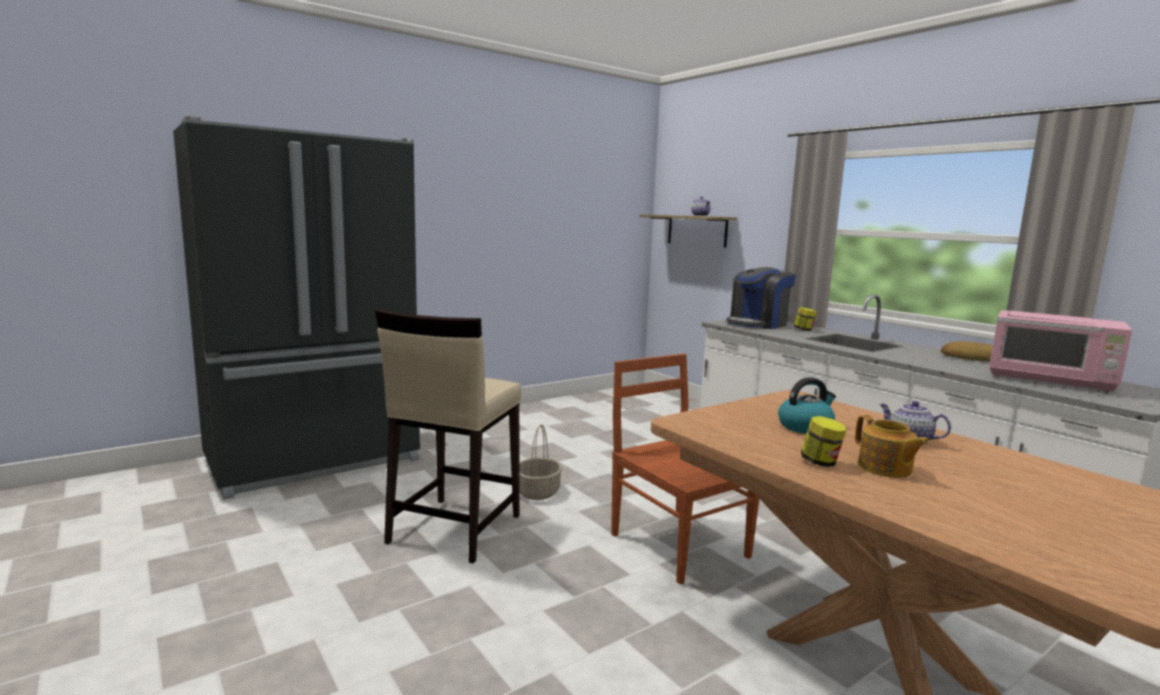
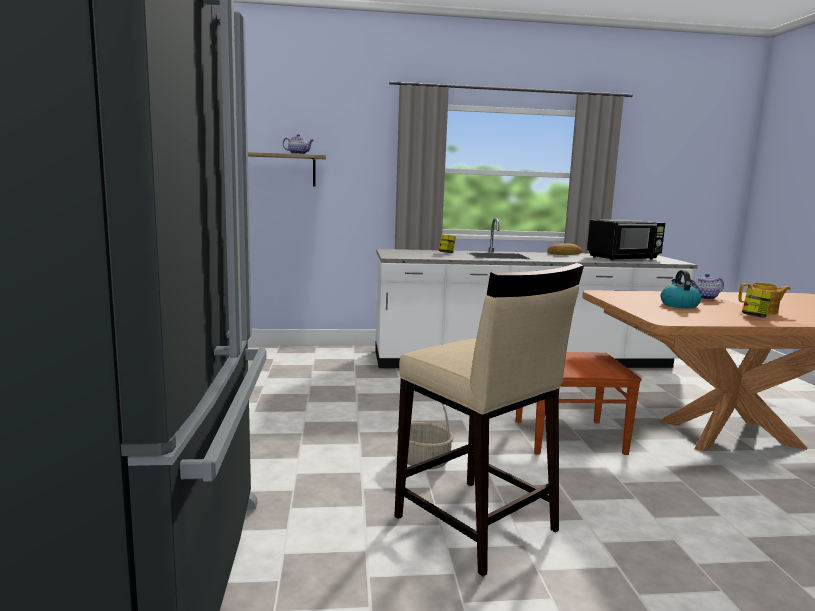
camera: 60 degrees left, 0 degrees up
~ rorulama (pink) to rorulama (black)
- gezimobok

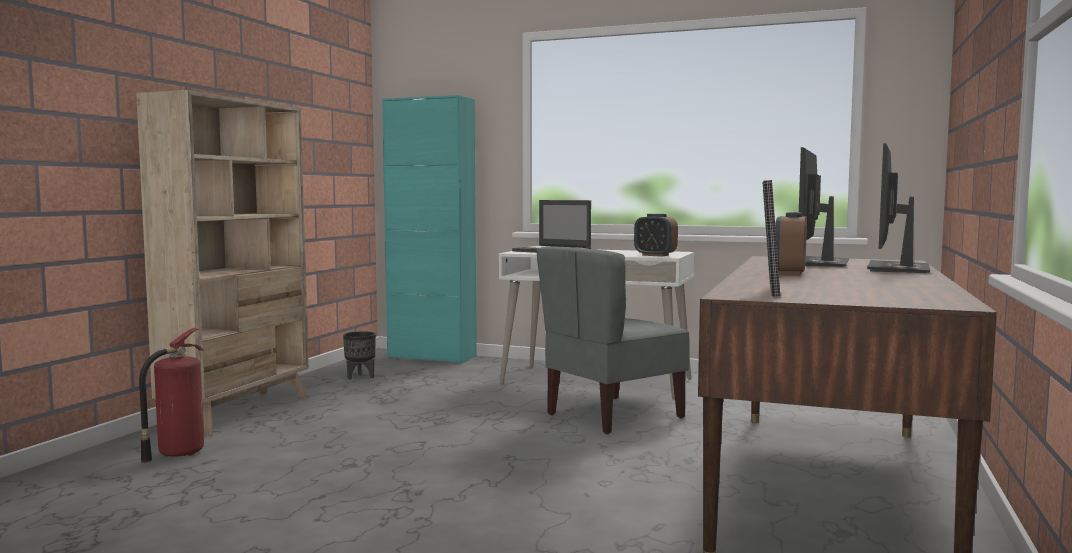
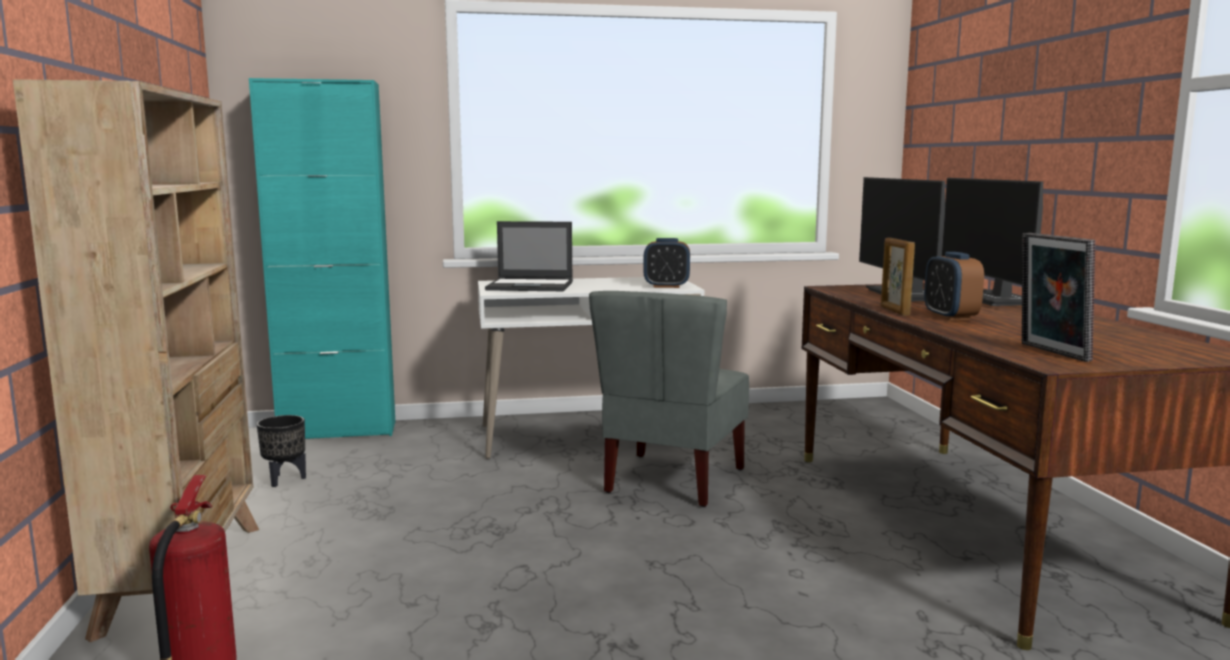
camera: 30 degrees left, 5 degrees up
+ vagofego (1st from left)

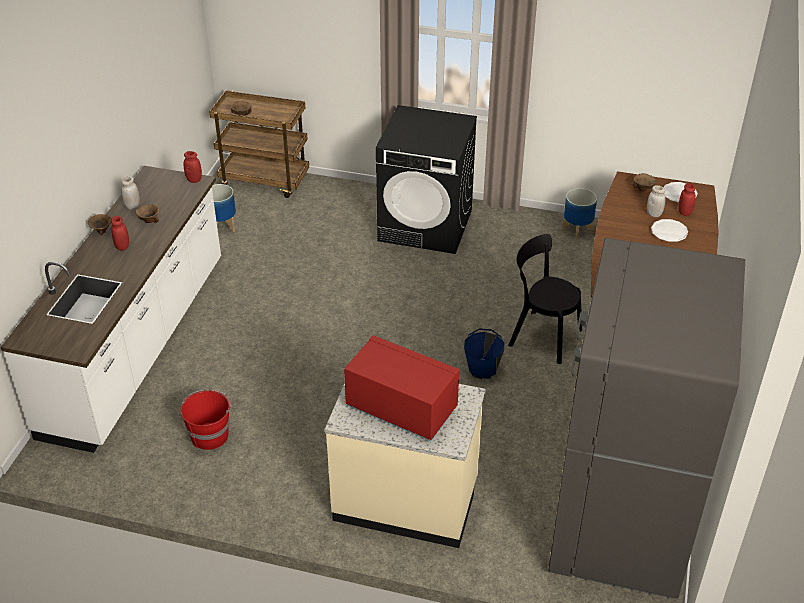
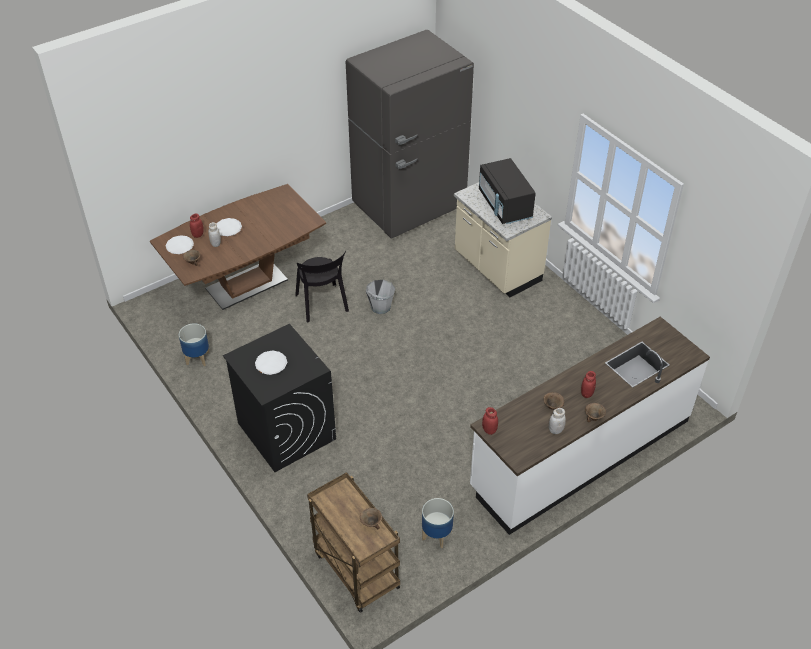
camera: 140 degrees left, 5 degrees up
+ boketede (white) (3rd from left)
~ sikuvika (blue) to sikuvika (grey)
~ rorulama (red) to rorulama (black)
- sikuvika (red)

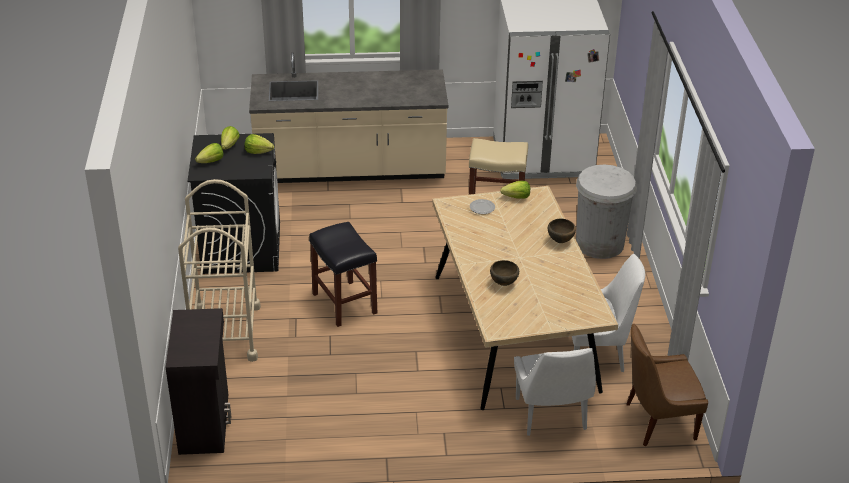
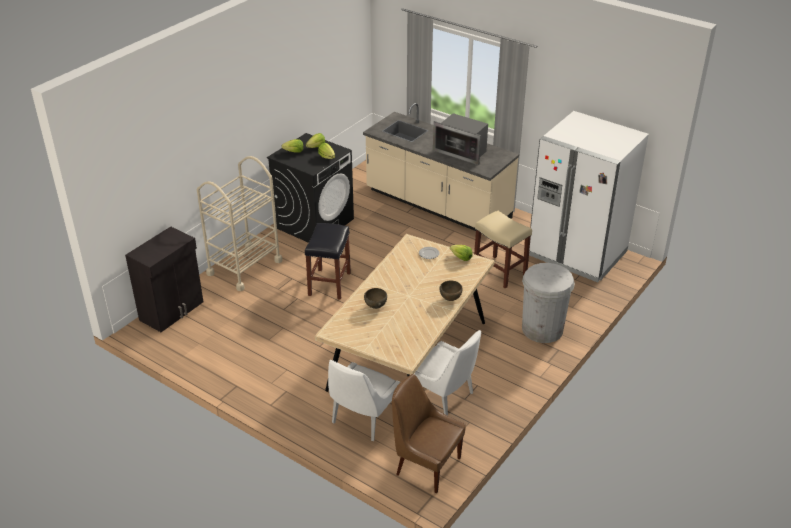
camera: 40 degrees right, 0 degrees up
+ rorulama

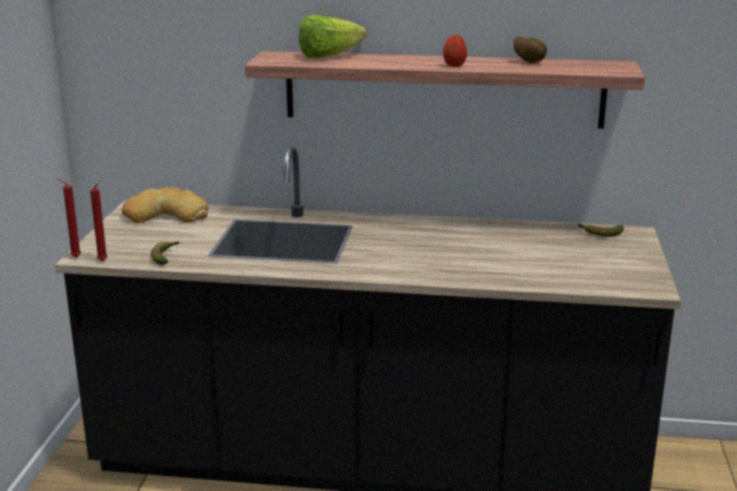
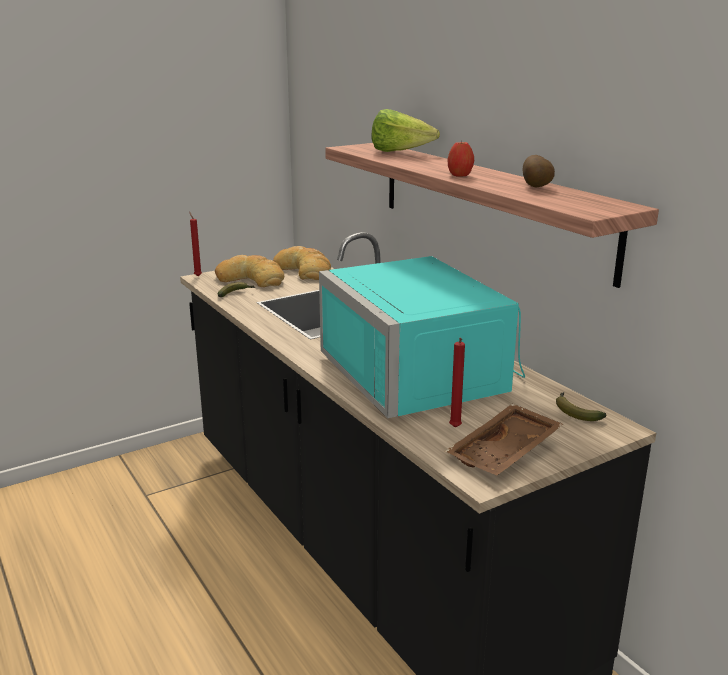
camera: 50 degrees right, 0 degrees up
+ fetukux (1st from left)
+ rorulama (turquoise)
+ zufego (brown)
~ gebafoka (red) (2nd from left)

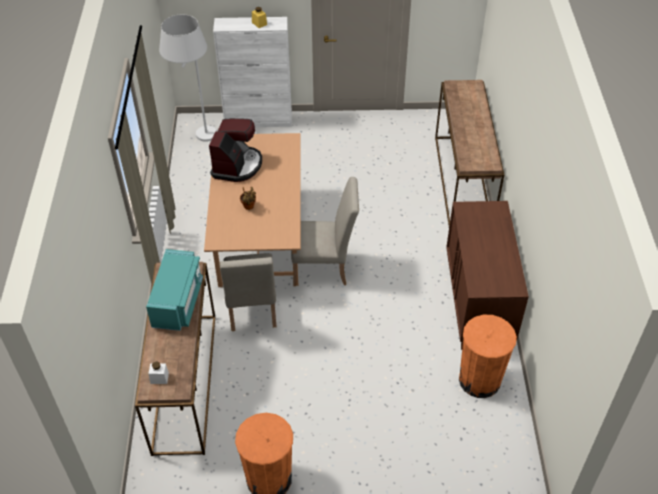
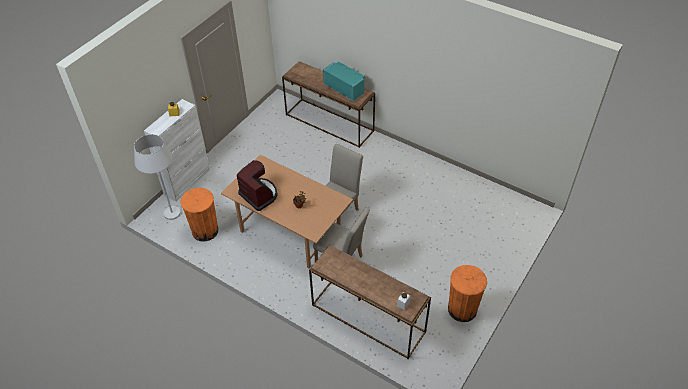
camera: 55 degrees left, 0 degrees up
~ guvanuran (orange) (2nd from left in the first image) to guvanuran (orange) (1st from left)
~ rorulama (turquoise)
- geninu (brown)

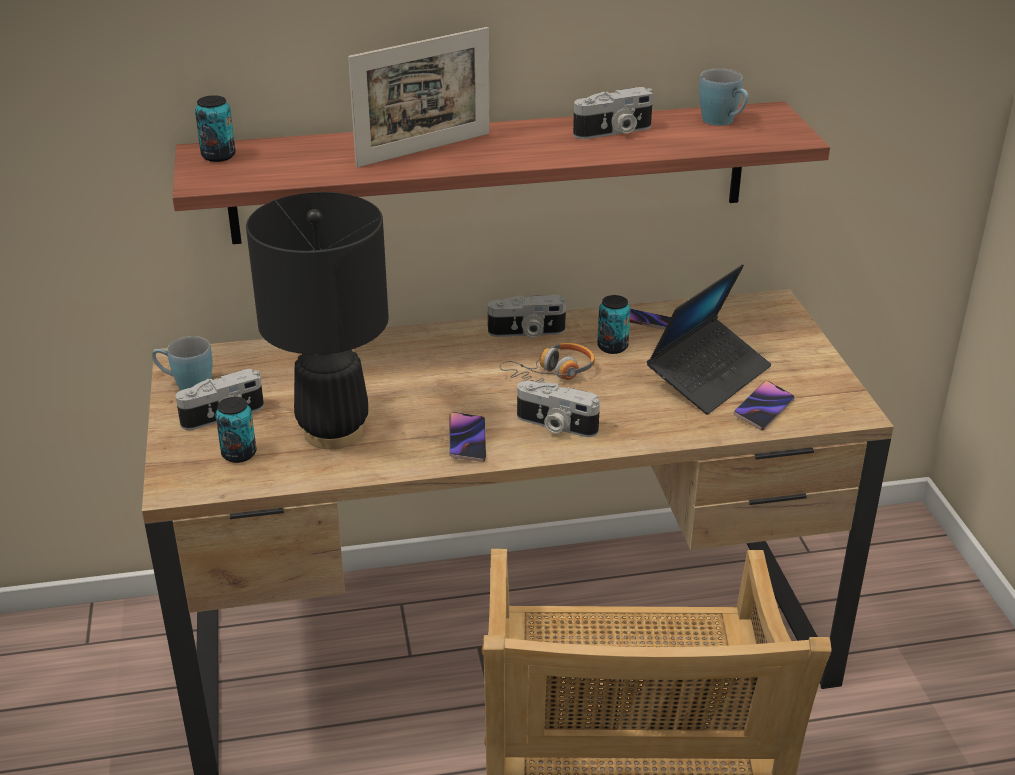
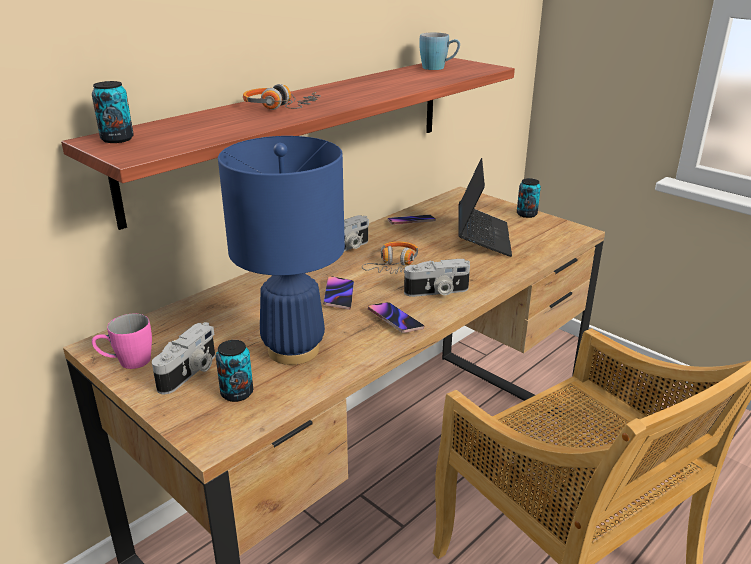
camera: 35 degrees left, 5 degrees down
~ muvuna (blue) (1st from left) to muvuna (pink)
~ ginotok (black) to ginotok (blue)
~ vagofego to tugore (1st from left)
~ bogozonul (3rd from left in the first image) to bogozonul (1st from left)
~ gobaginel (3rd from left)
- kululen (4th from left)

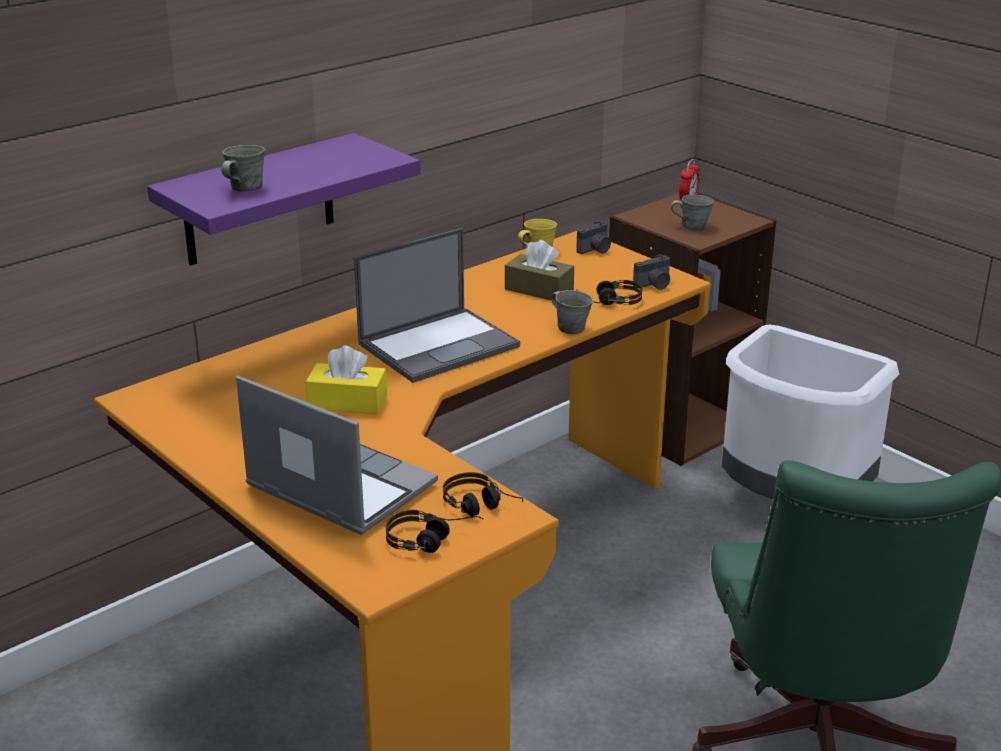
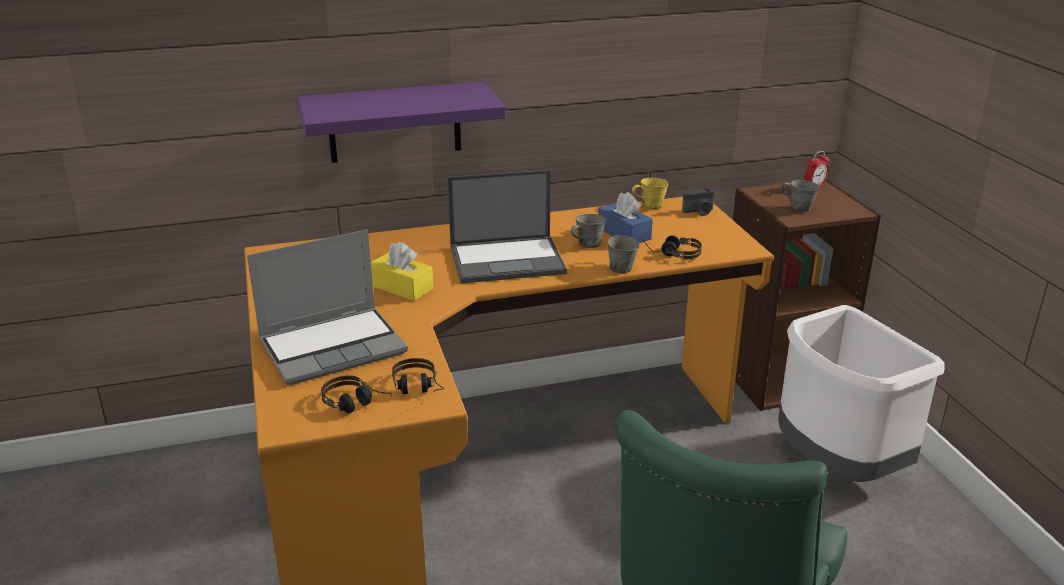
camera: 25 degrees right, 0 degrees up
~ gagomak (1st from left) 90 degrees clockwise
~ muvuna (grey) (1st from left)
~ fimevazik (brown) to fimevazik (blue)
- kululen (2nd from left)

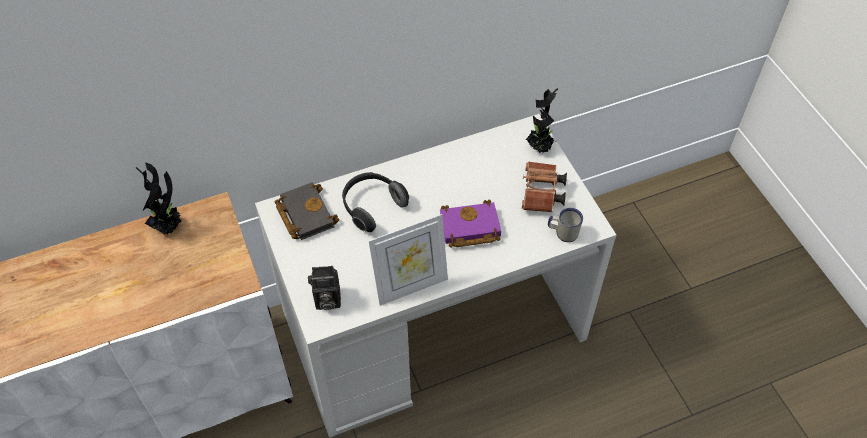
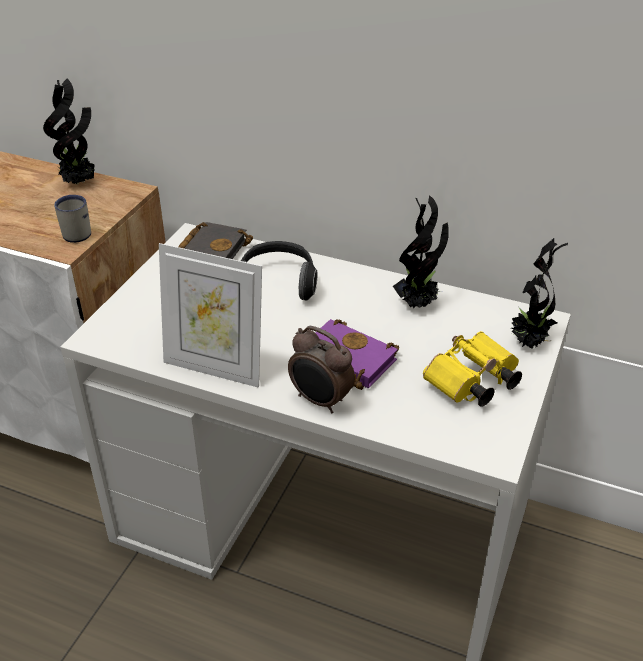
camera: 45 degrees right, 15 degrees down
~ muvuna (white)
+ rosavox
+ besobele (2nd from left)
~ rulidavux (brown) to rulidavux (yellow)
- kululen

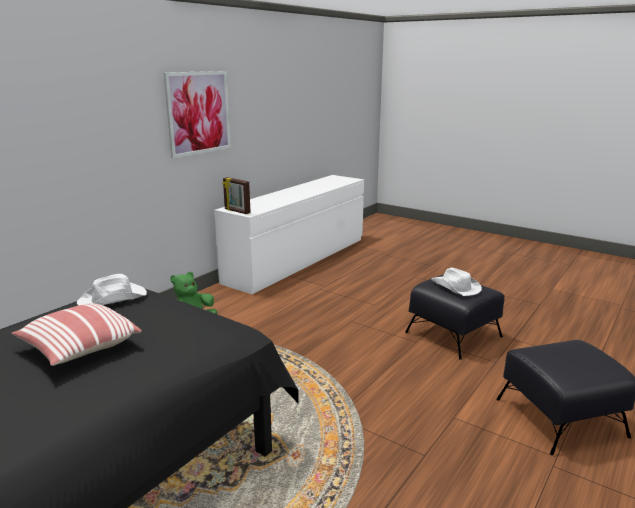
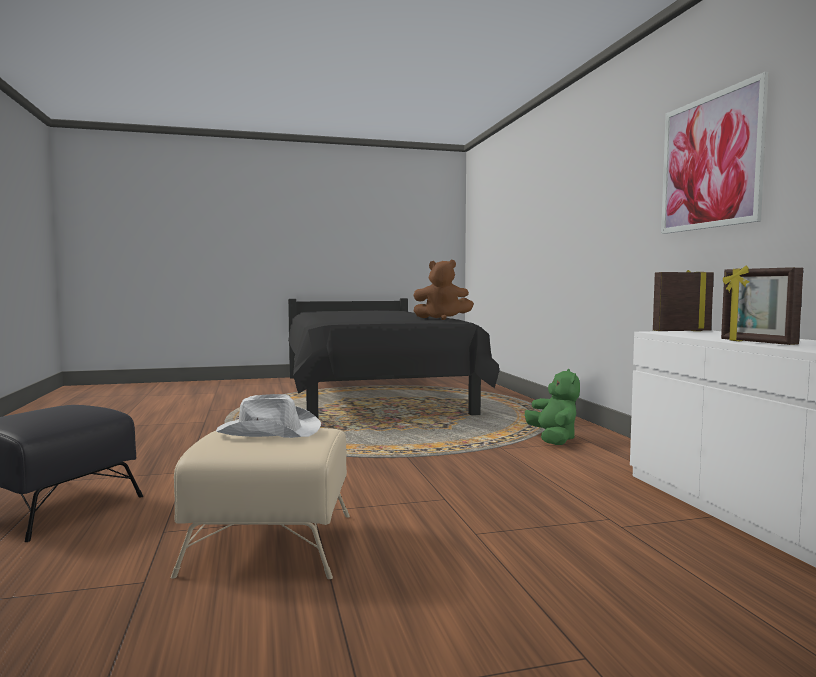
camera: 130 degrees right, 15 degrees down
~ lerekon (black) (1st from left) to lerekon (beige)
~ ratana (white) (1st from left) to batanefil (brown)
+ vagofego (2nd from left)
- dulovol

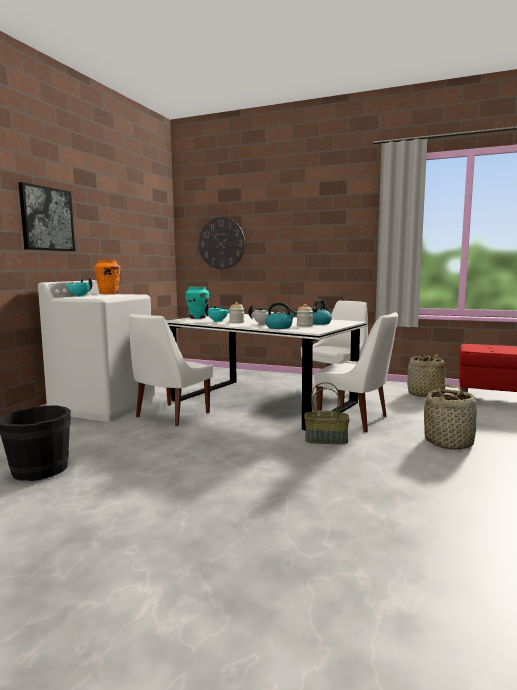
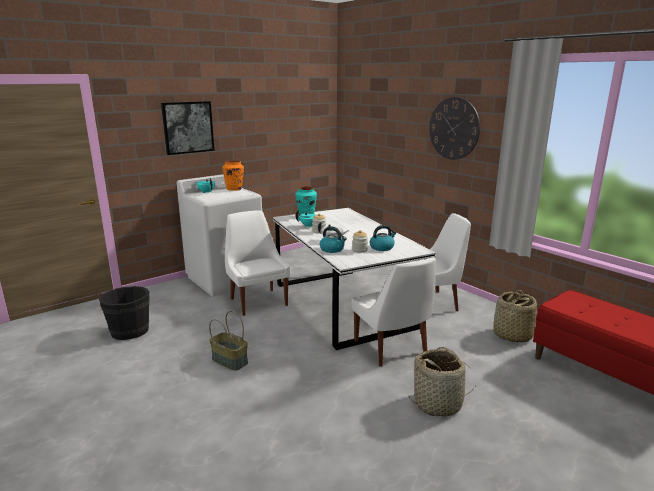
camera: 30 degrees right, 10 degrees up
~ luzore (1st from left)
~ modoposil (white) (1st from left) 90 degrees clockwise
~ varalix

